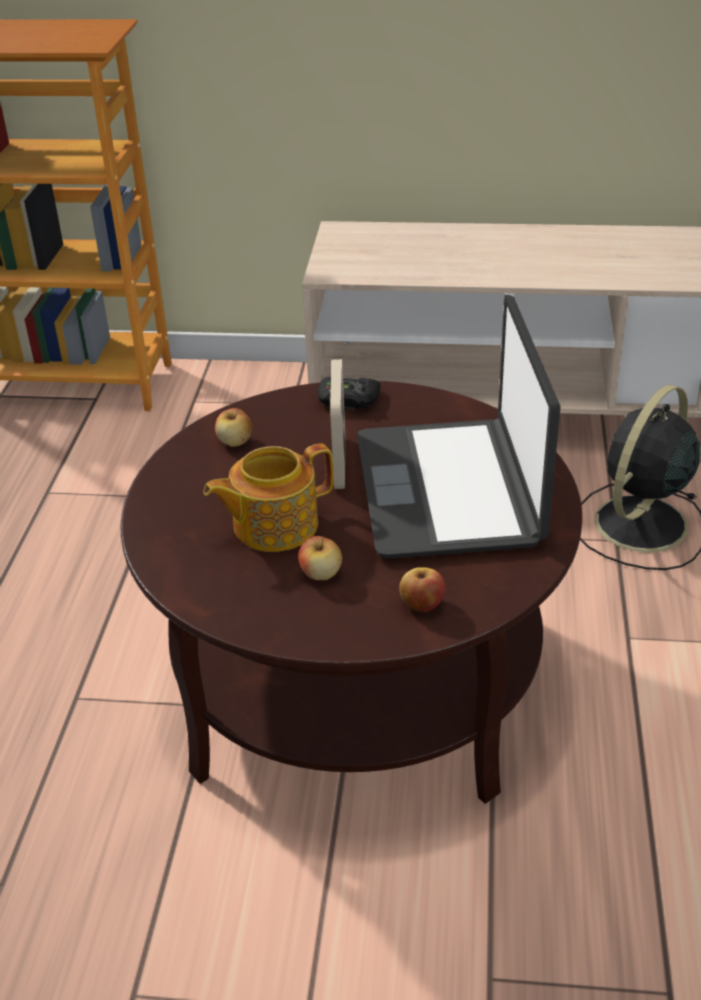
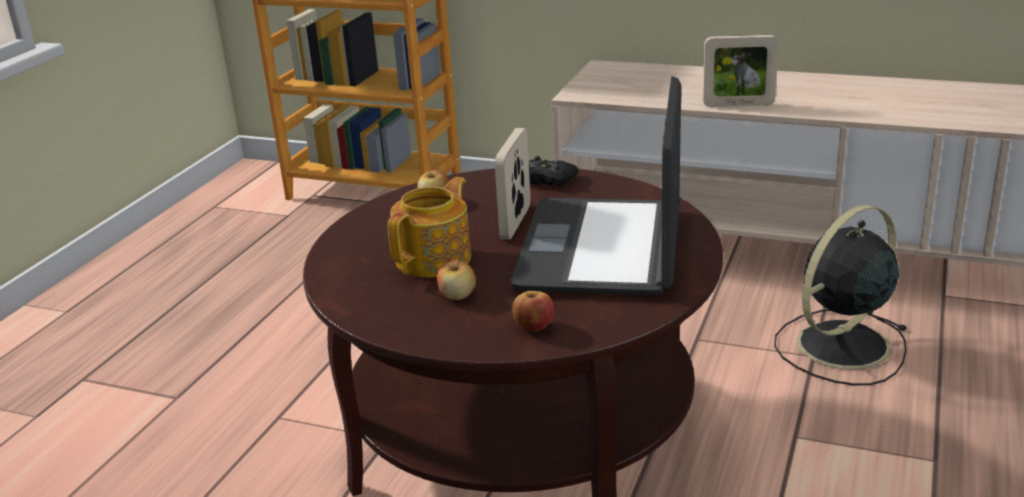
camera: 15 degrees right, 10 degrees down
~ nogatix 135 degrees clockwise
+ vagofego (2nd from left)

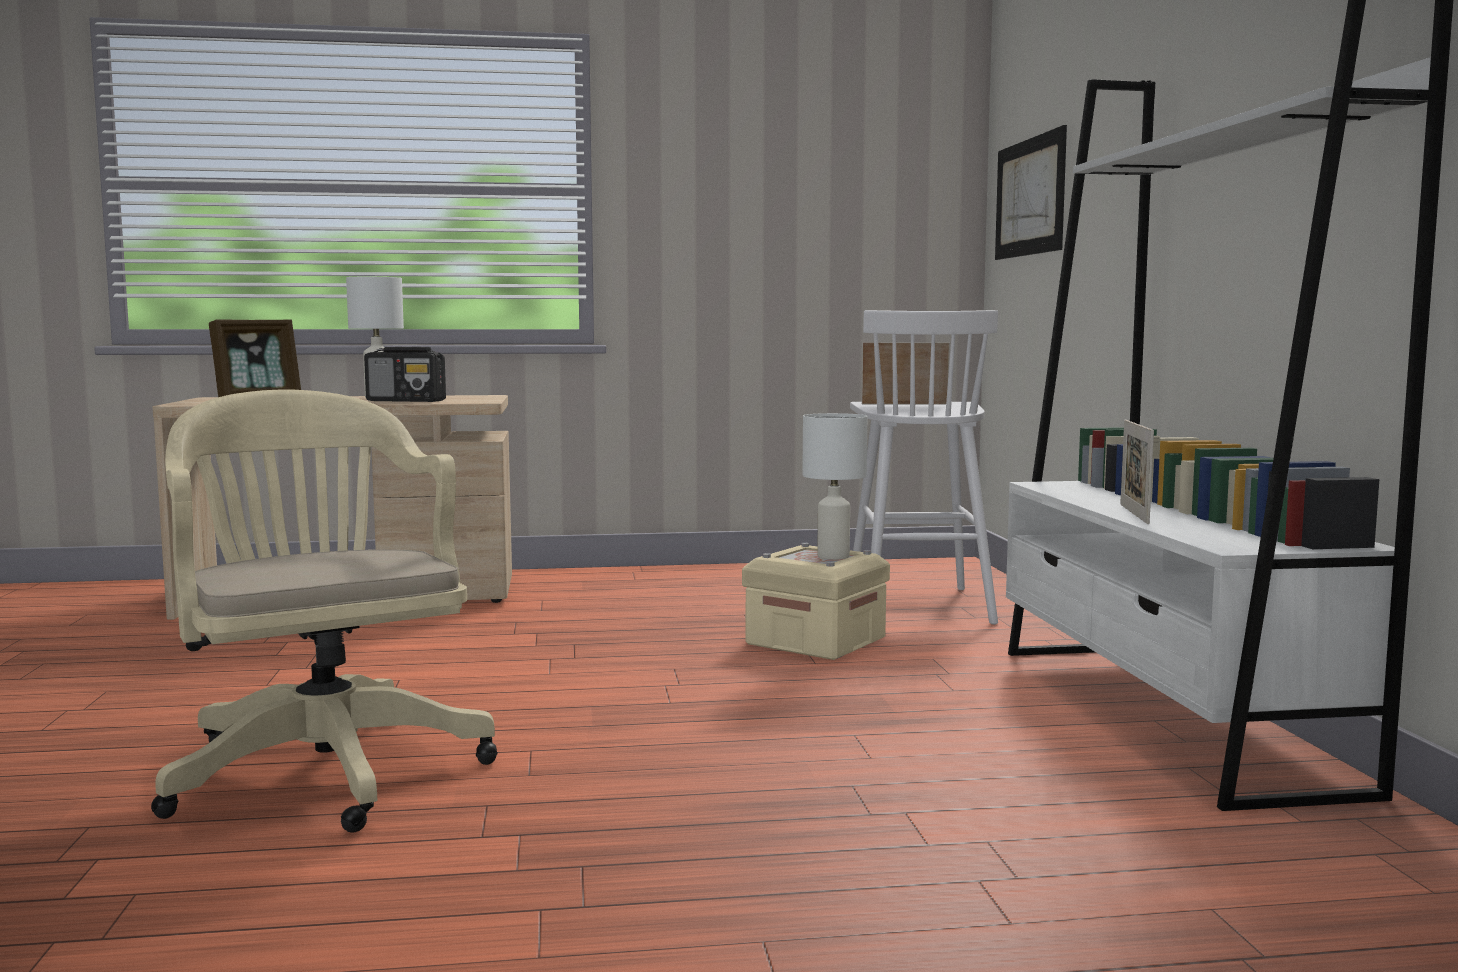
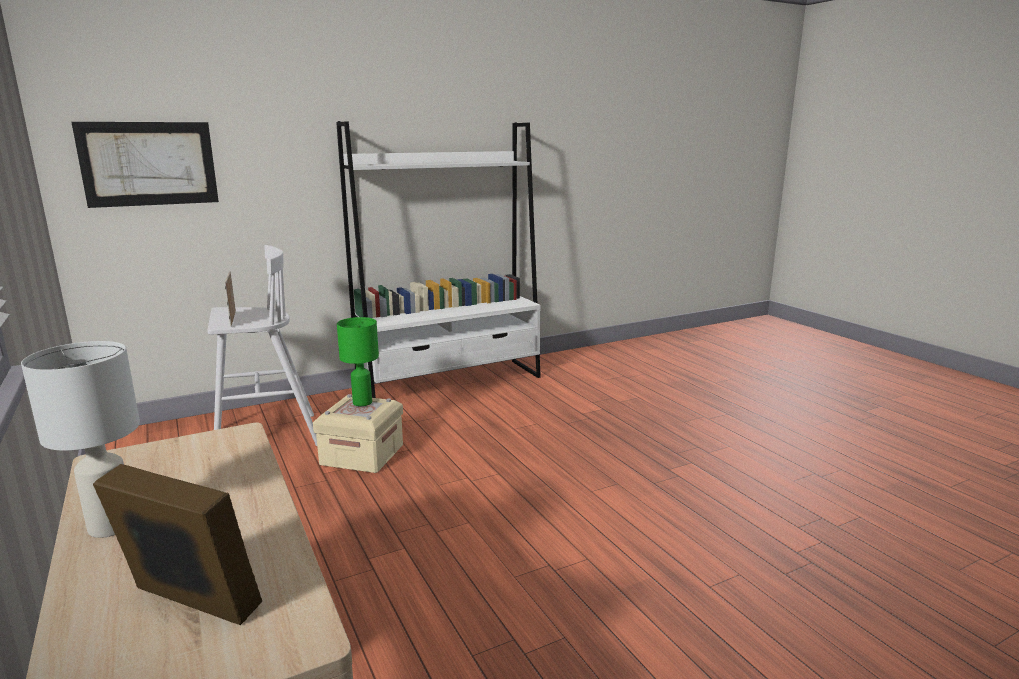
camera: 110 degrees left, 10 degrees up
~ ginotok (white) (2nd from left) to ginotok (green)
- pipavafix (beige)
- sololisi
- vagofego (3rd from left)

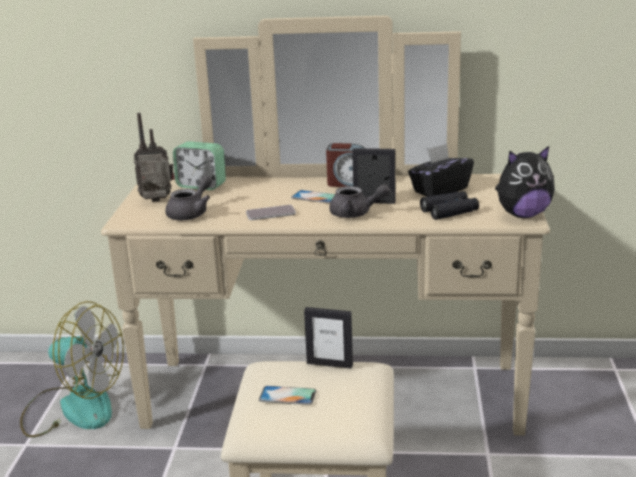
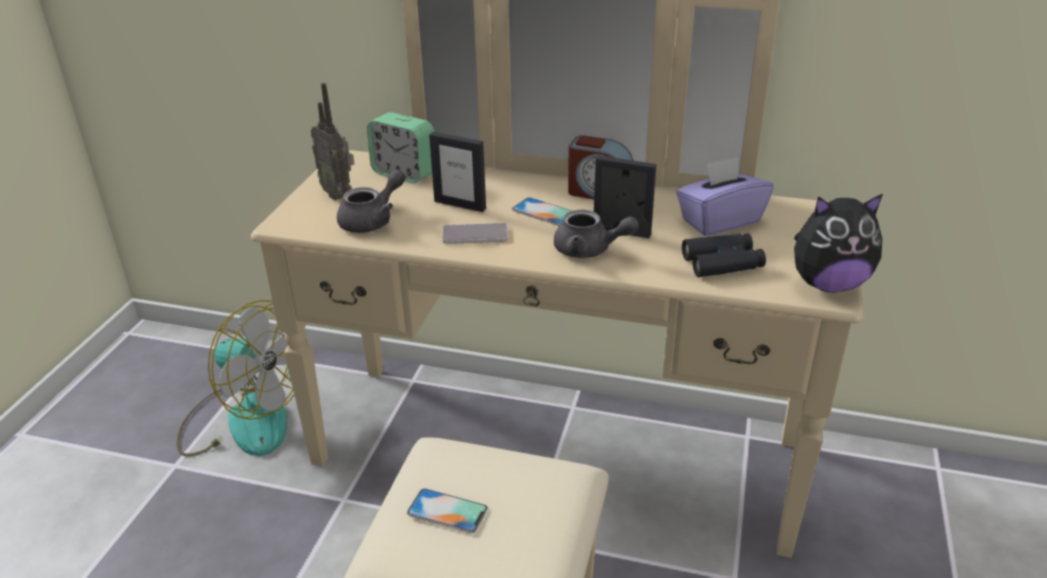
camera: 10 degrees right, 10 degrees up
~ sololisi 135 degrees counterclockwise
~ vagofego (1st from left)
~ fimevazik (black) to fimevazik (purple)

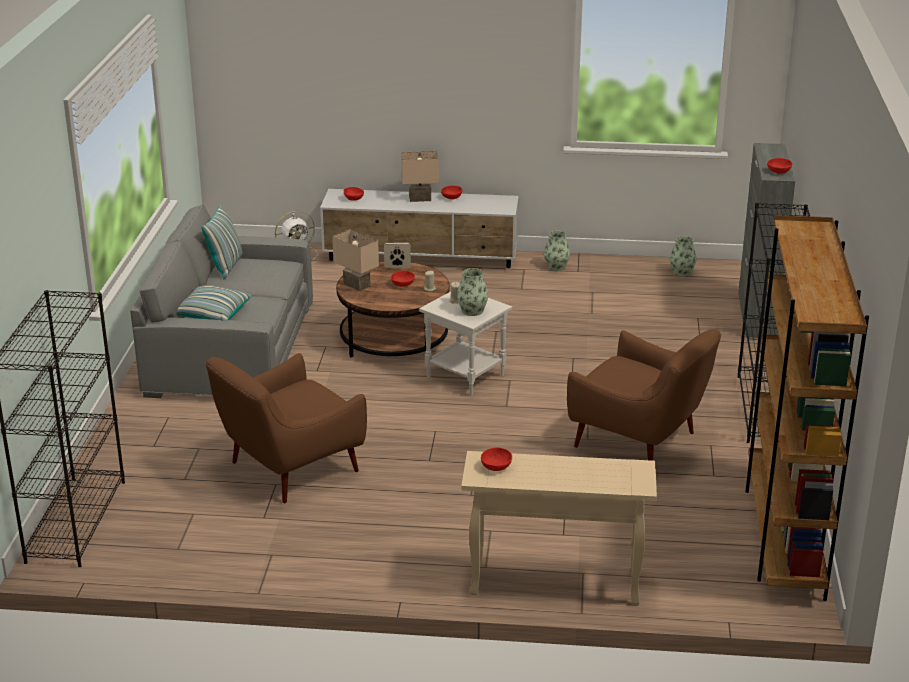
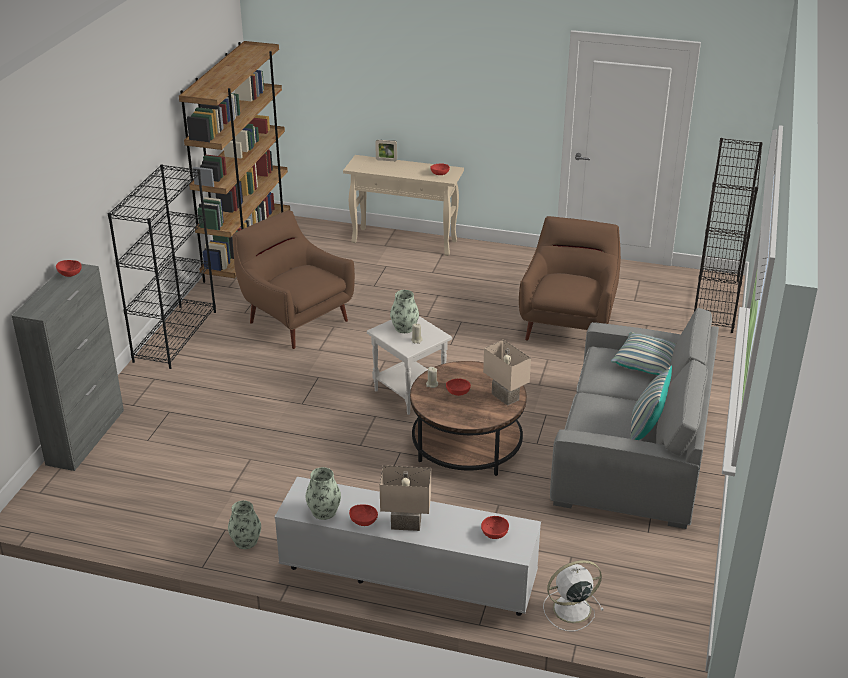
camera: 170 degrees left, 5 degrees up
~ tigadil (3rd from left in the first image) to tigadil (2nd from left)
~ vagofego
~ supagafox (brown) (1st from left in the first image) 45 degrees counterclockwise

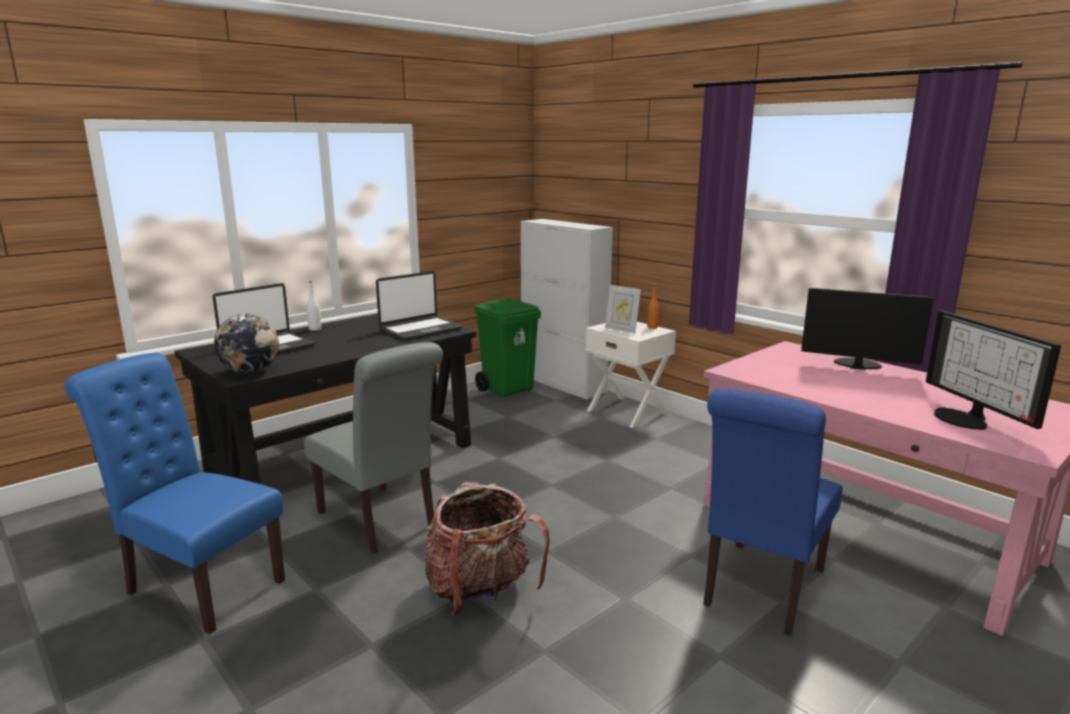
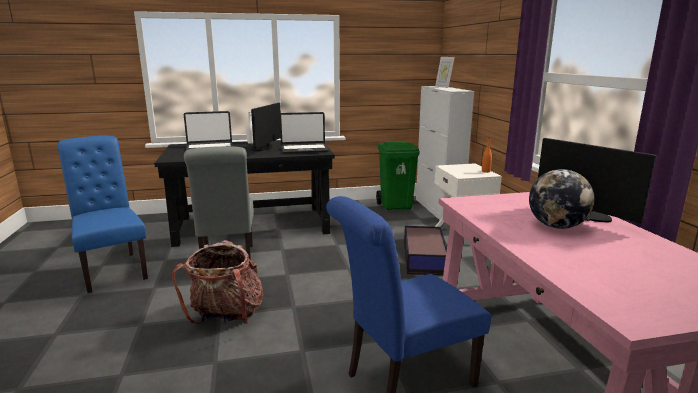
camera: 30 degrees right, 0 degrees up
~ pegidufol (2nd from left in the first image) to pegidufol (1st from left)
+ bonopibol
~ vagofego
~ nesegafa

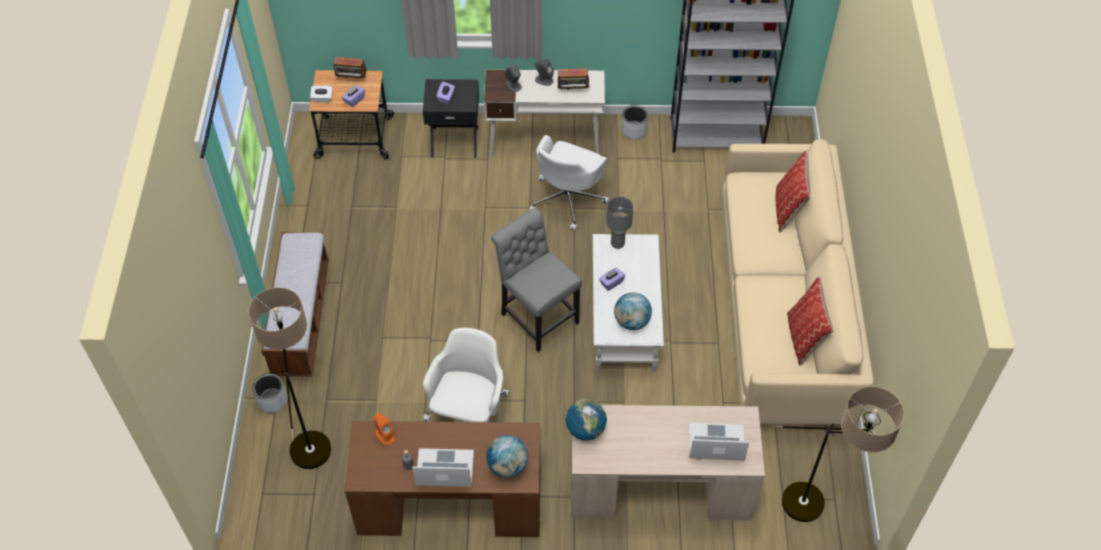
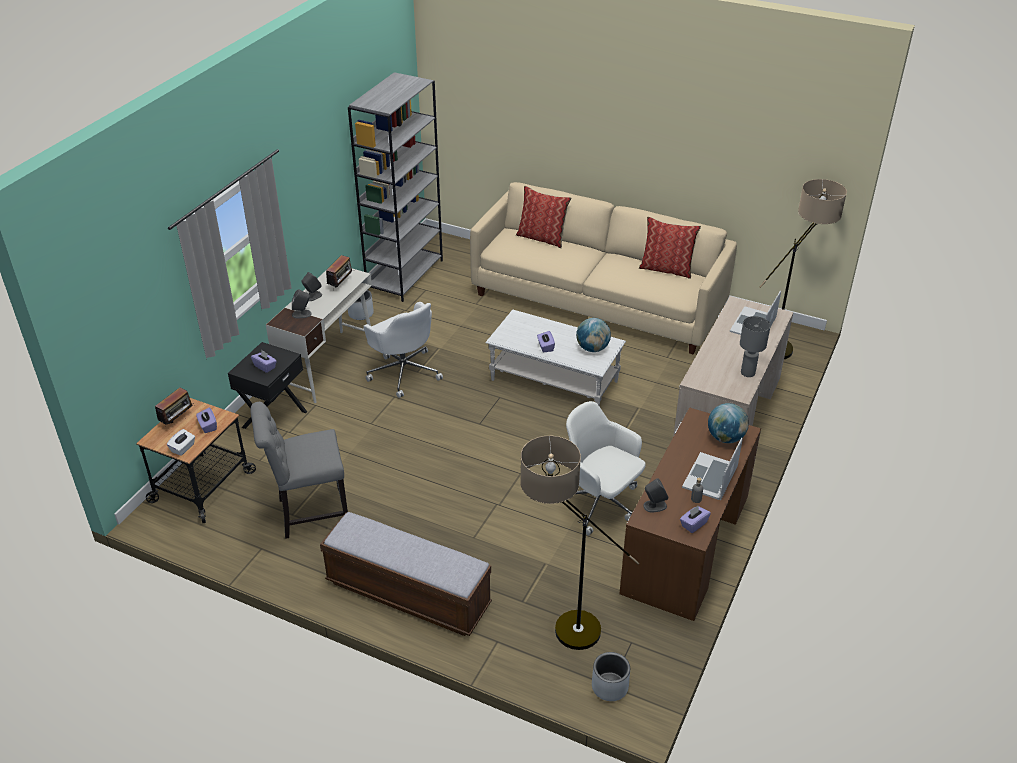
camera: 65 degrees left, 15 degrees down
~ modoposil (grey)
~ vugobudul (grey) (1st from left in the first image) to vugobudul (grey) (2nd from left)
~ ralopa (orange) to ralopa (grey) (3rd from left)
+ fimevazik (purple) (4th from left)
~ ginotok (grey)
- nesegafa (2nd from left)

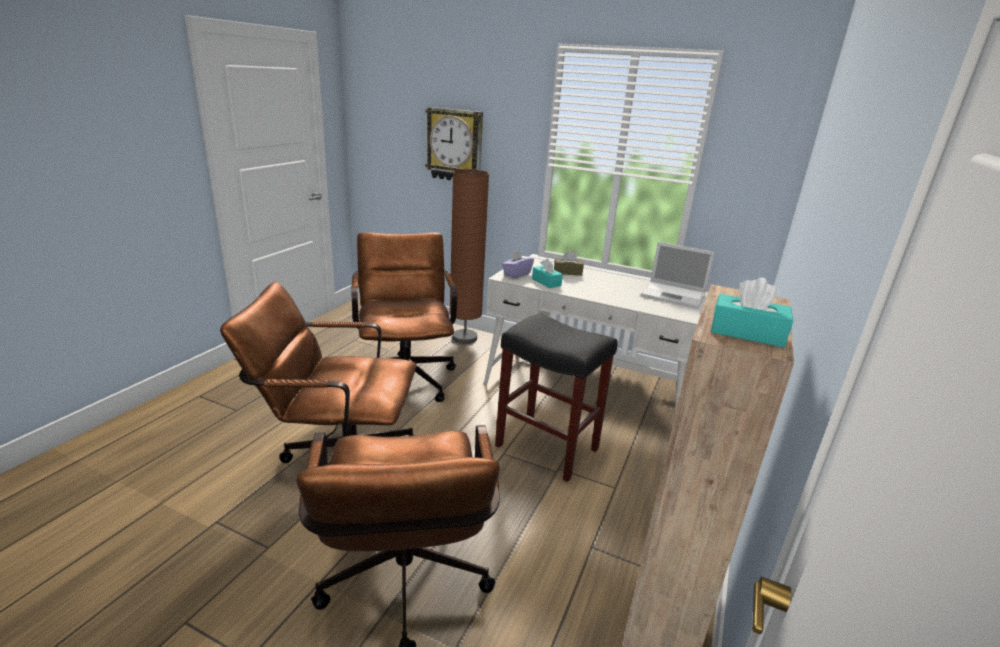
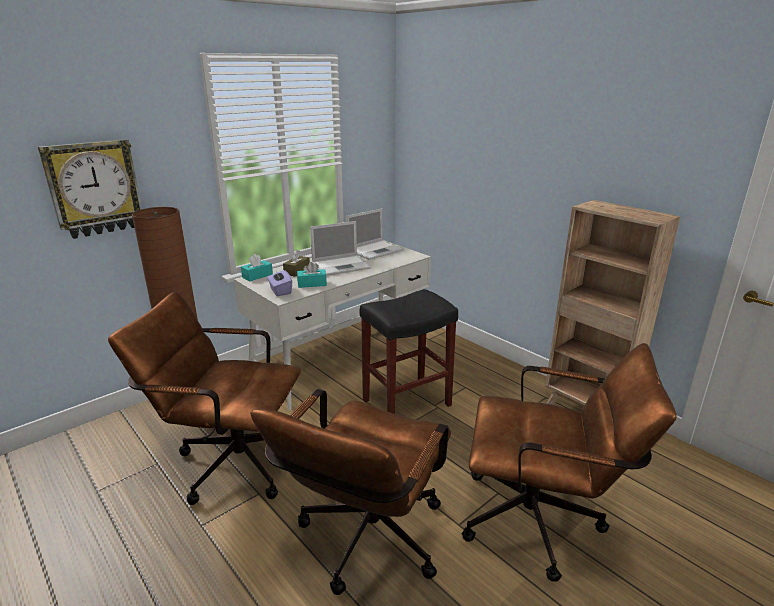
camera: 65 degrees left, 0 degrees up
~ fimevazik (turquoise) (2nd from left in the first image) to fimevazik (turquoise) (1st from left)
+ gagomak (1st from left)

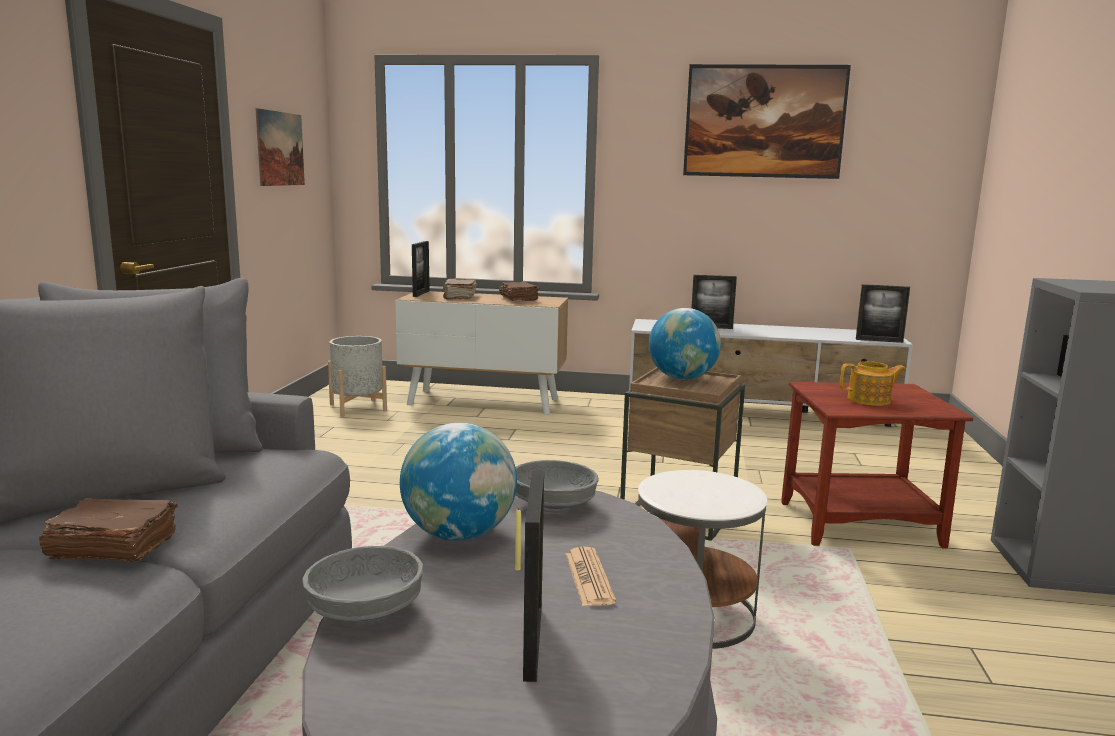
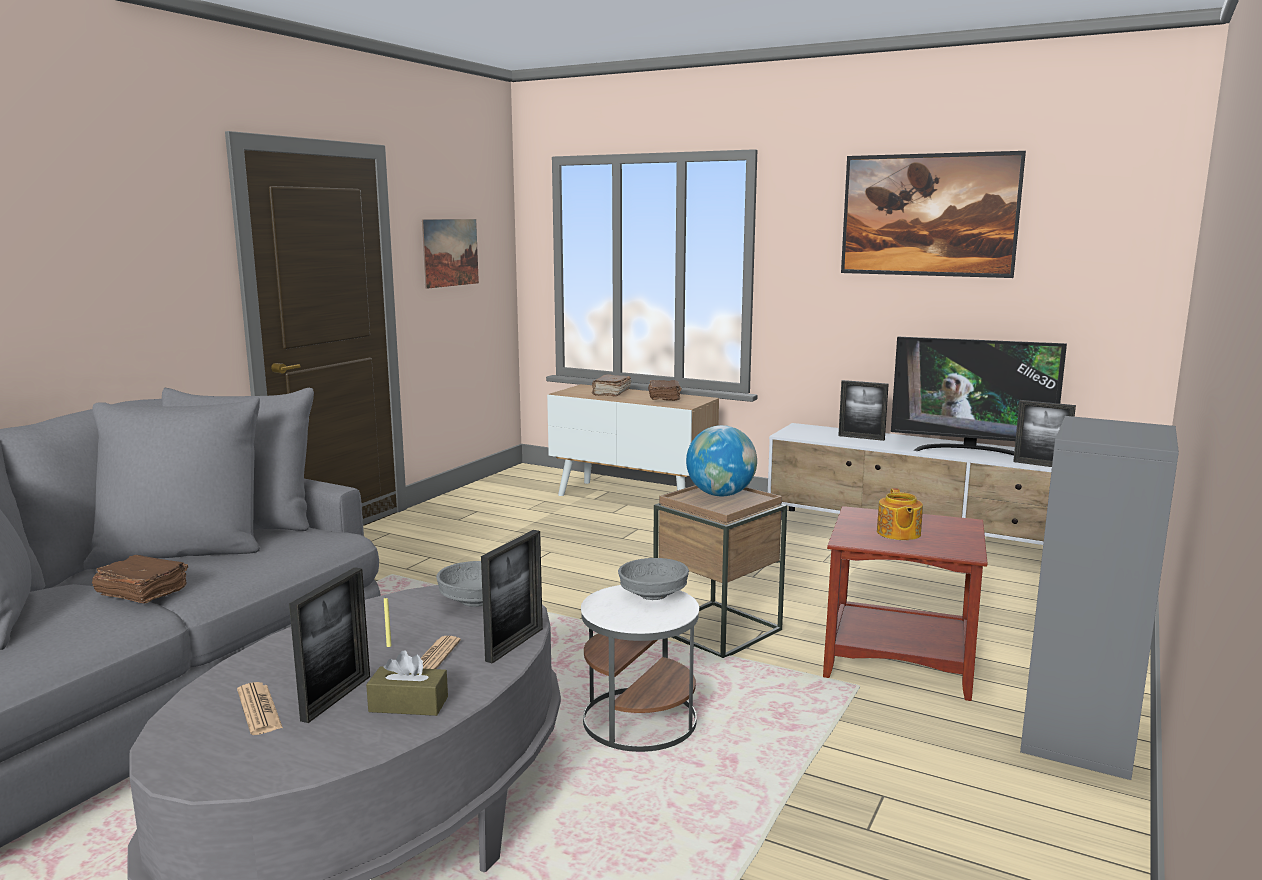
camera: 20 degrees right, 0 degrees up
+ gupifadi (1st from left)
+ fimevazik (brown)
~ vagofego (1st from left in the first image) to vagofego (2nd from left)
~ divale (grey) (1st from left in the first image) to divale (grey) (2nd from left)
~ nogatix 75 degrees clockwise
+ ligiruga
- vugobudul (grey)
- nesegafa (1st from left)

